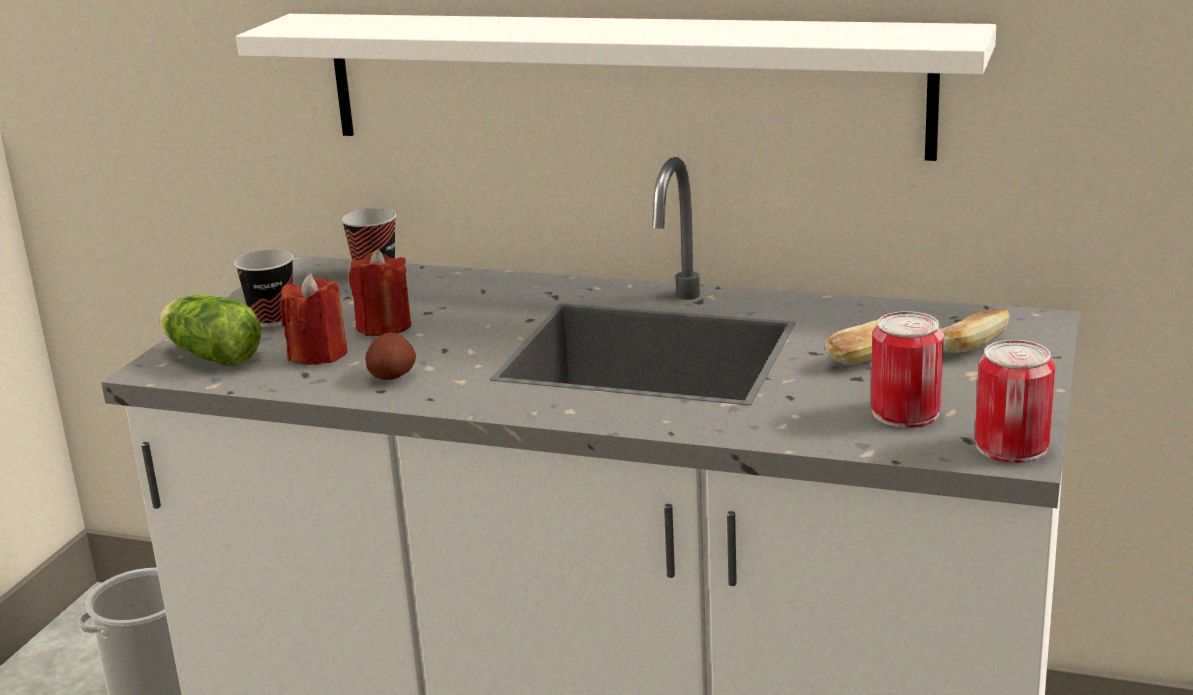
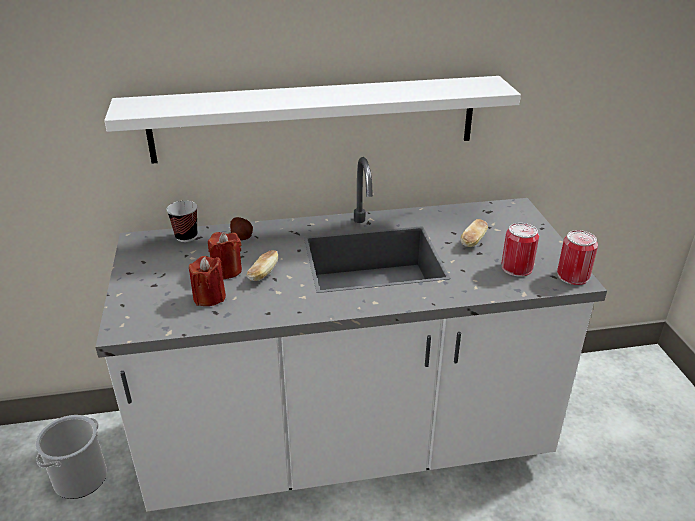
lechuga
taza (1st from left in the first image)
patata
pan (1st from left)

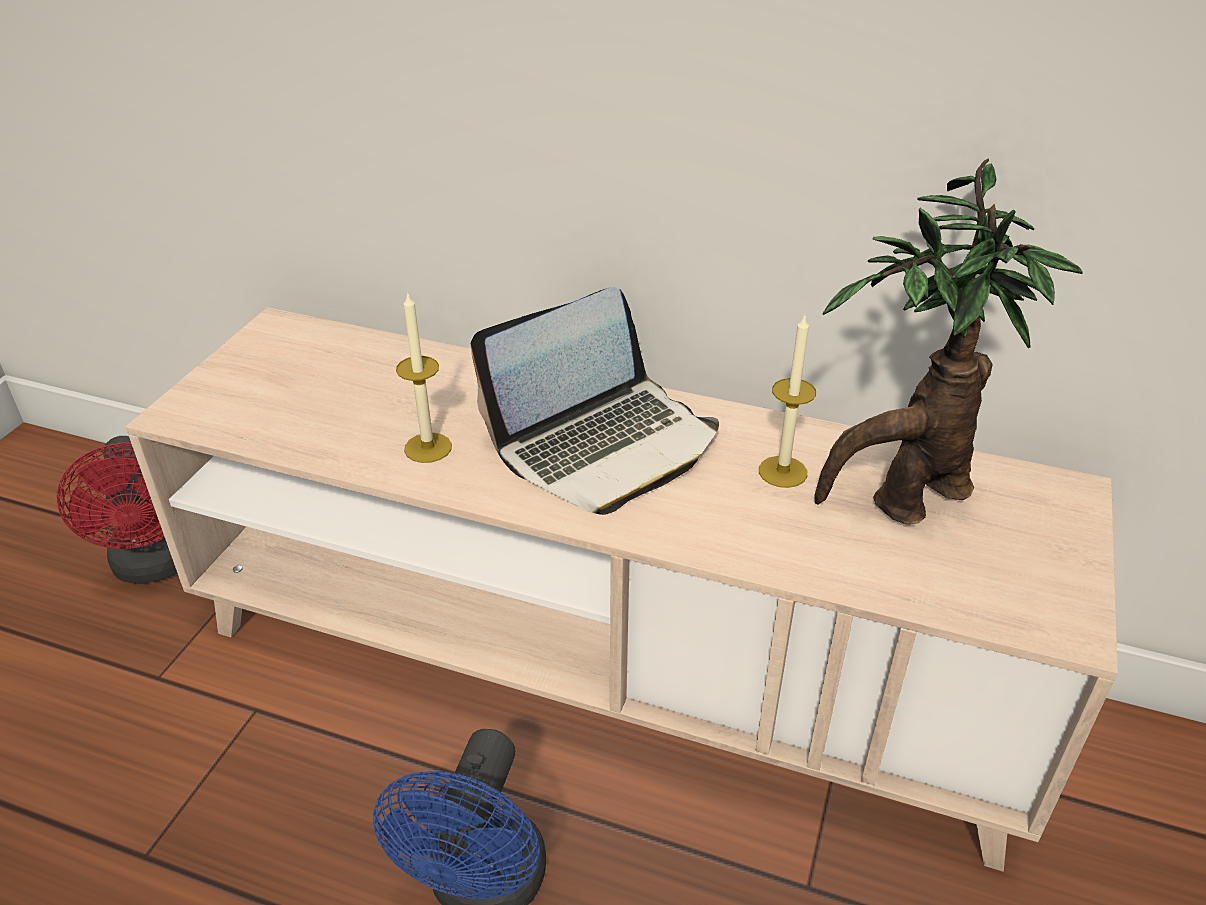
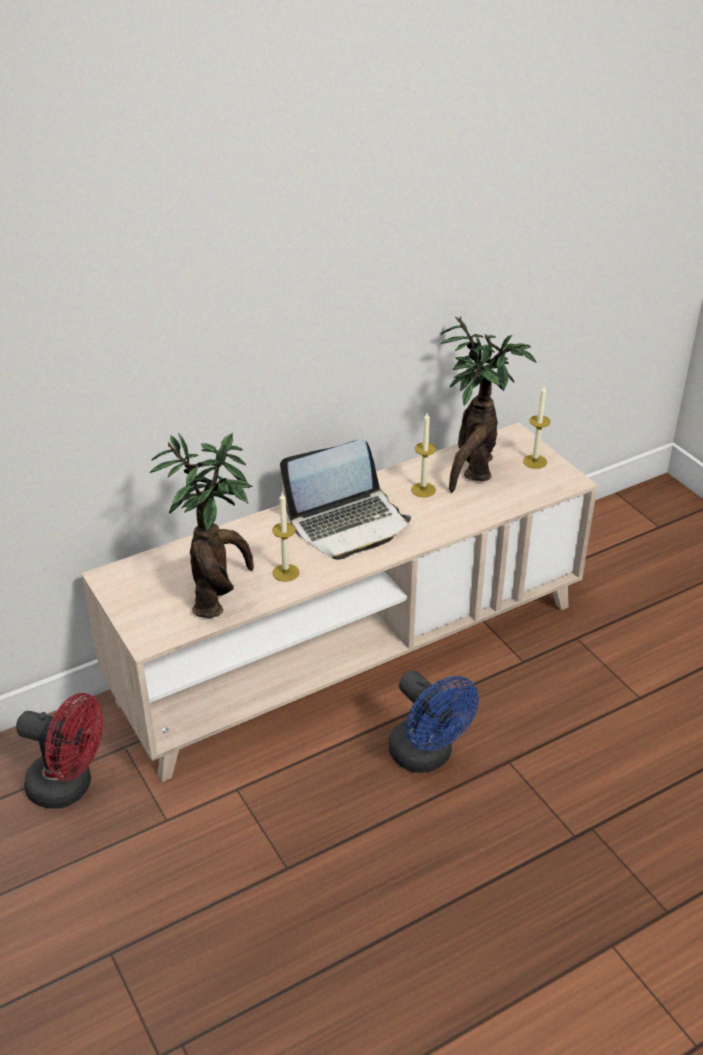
portátil
planta en maceta (1st from left)
vela (3rd from left)

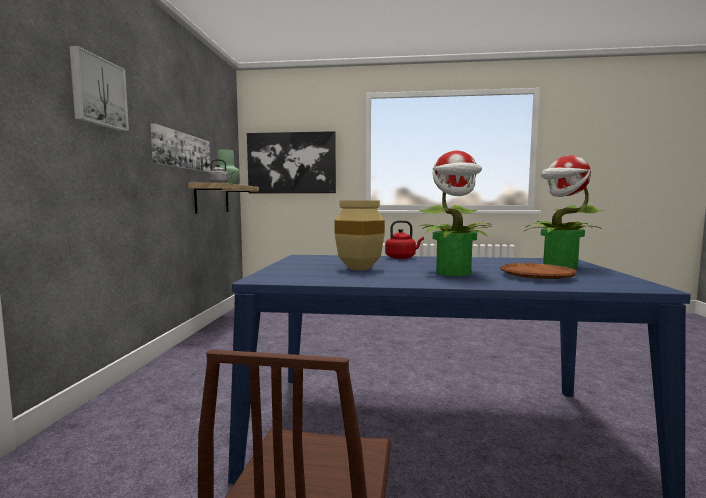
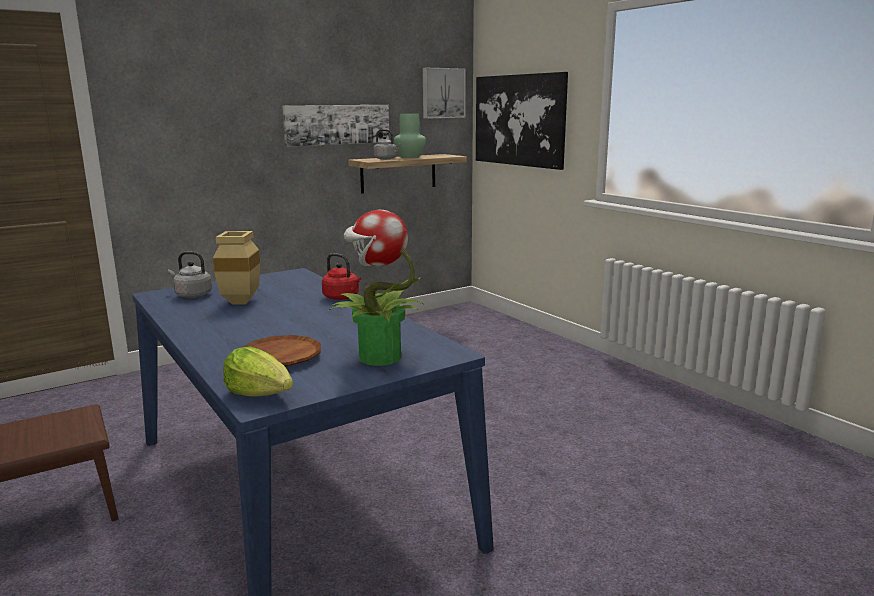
cuadro (2nd from left)
planta en maceta (1st from left in the first image)
hervidor (gris) (1st from left)
lechuga

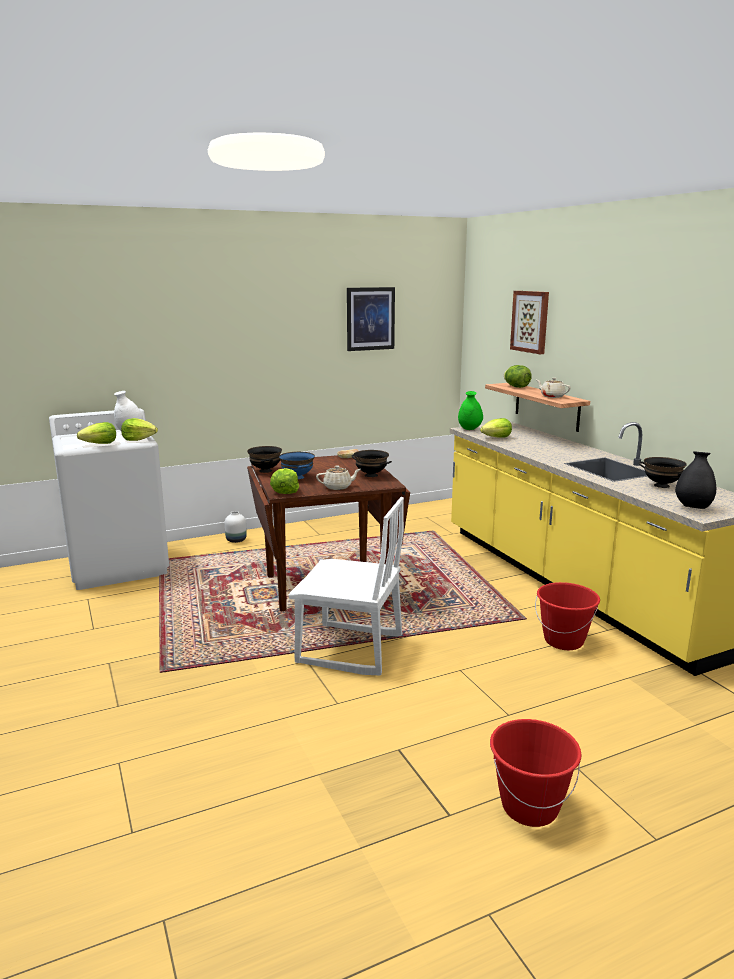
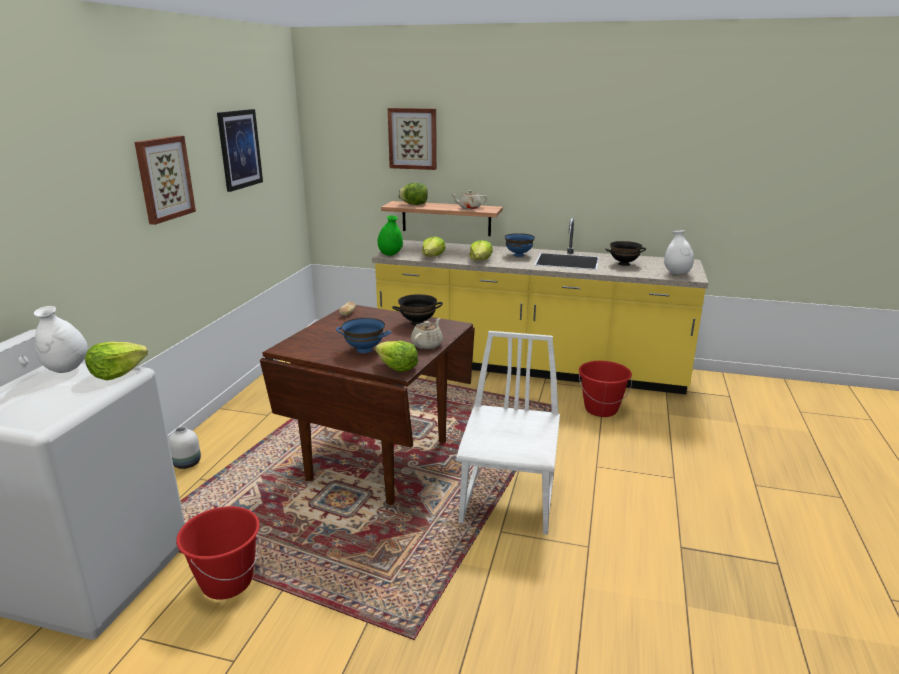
lechuga (5th from left)
cuenco (negro) (1st from left in the first image)
silla (blanco)
cubo (rojo) (1st from left)
florero (blanco) (3rd from left)
cuadro (1st from left)
cuenco (azul) (2nd from left)

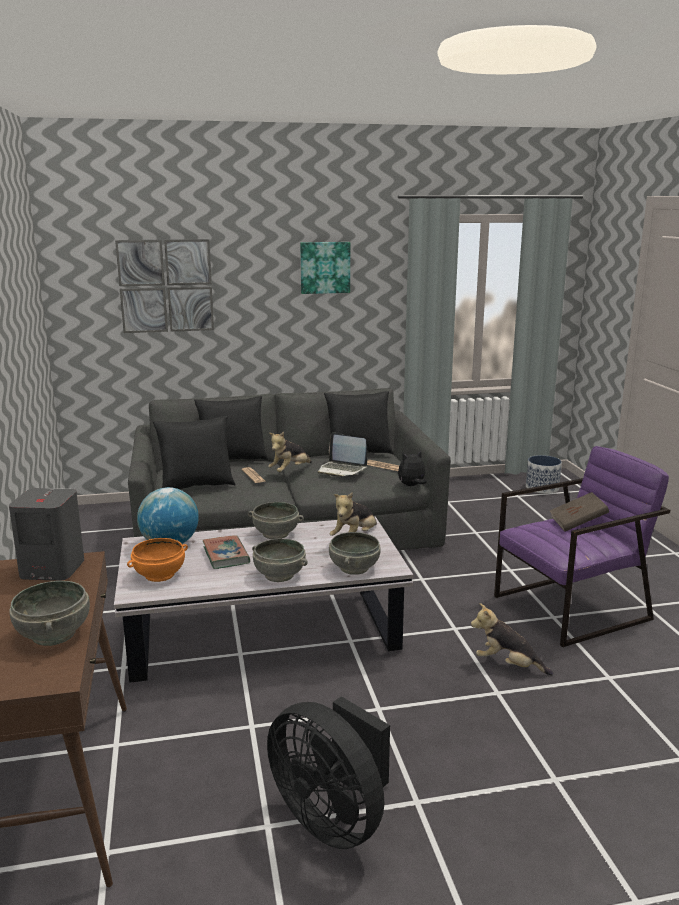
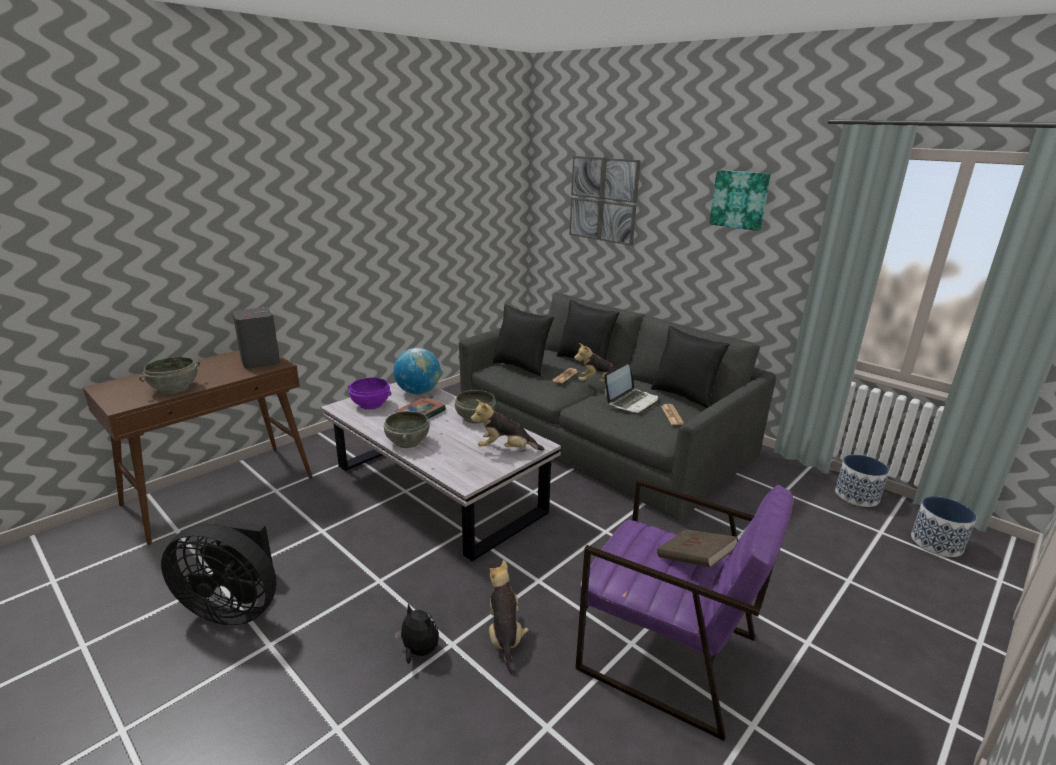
cuenco (morado)
ventilador (negro)
portátil
cuenco (gris) (4th from left in the first image)
peluche (1st from left)
maceta (1st from left)

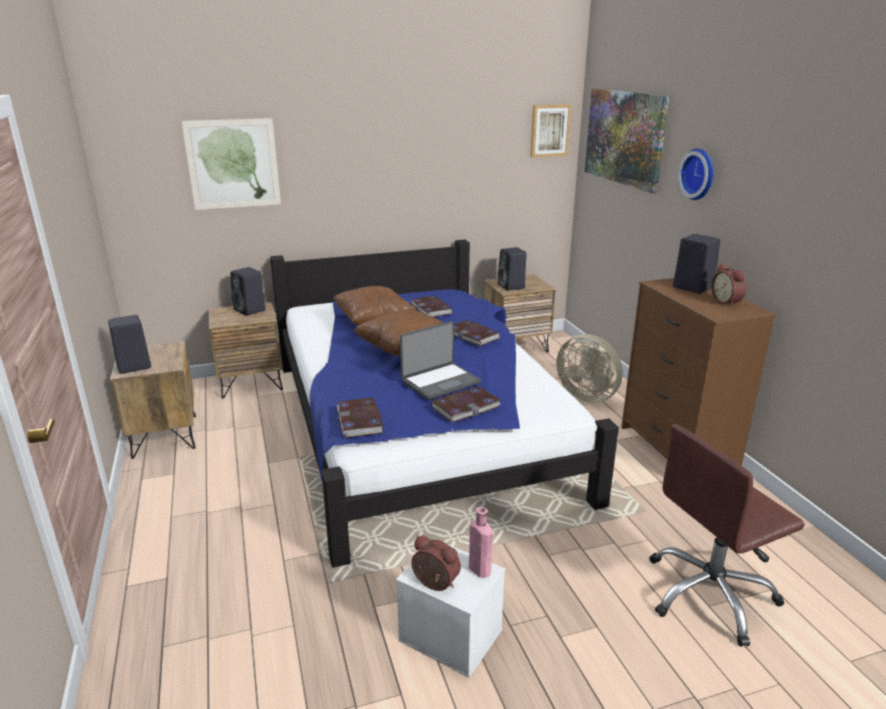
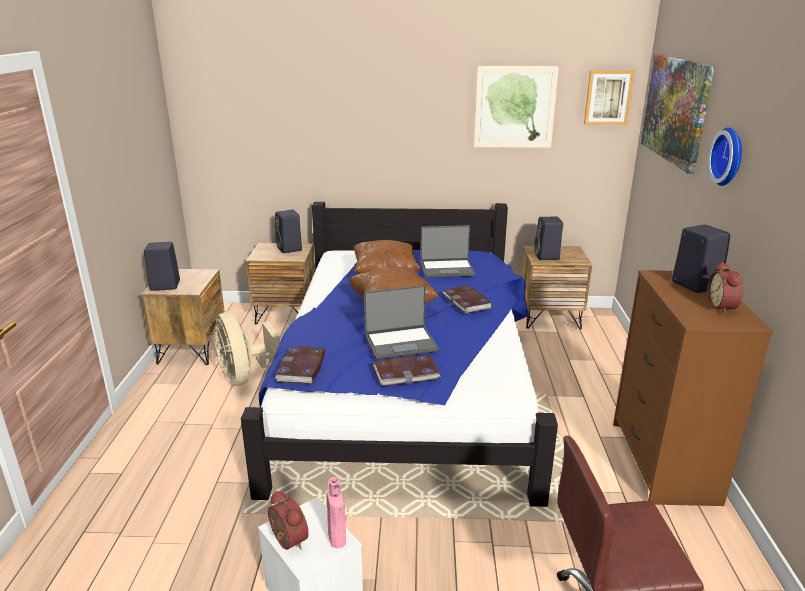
cuadro (1st from left)
portátil (2nd from left)
ventilador (beis)

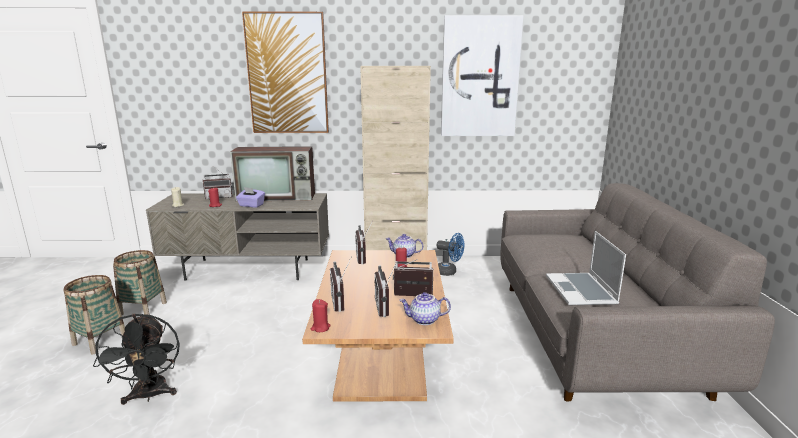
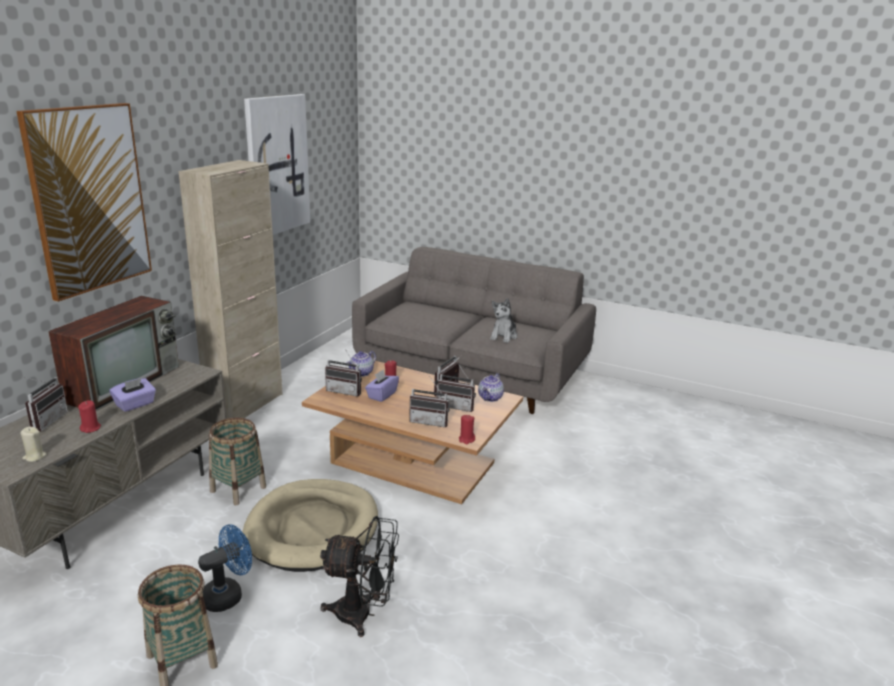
cesta (2nd from left)
ventilador (azul)
peluche
cama para perro (beis)
caja de pañuelos (morado) (2nd from left)

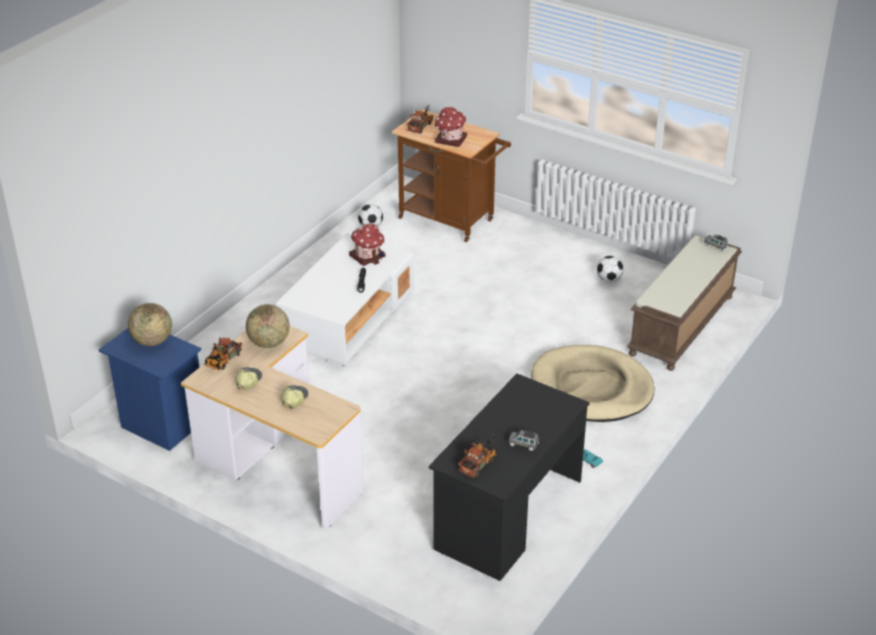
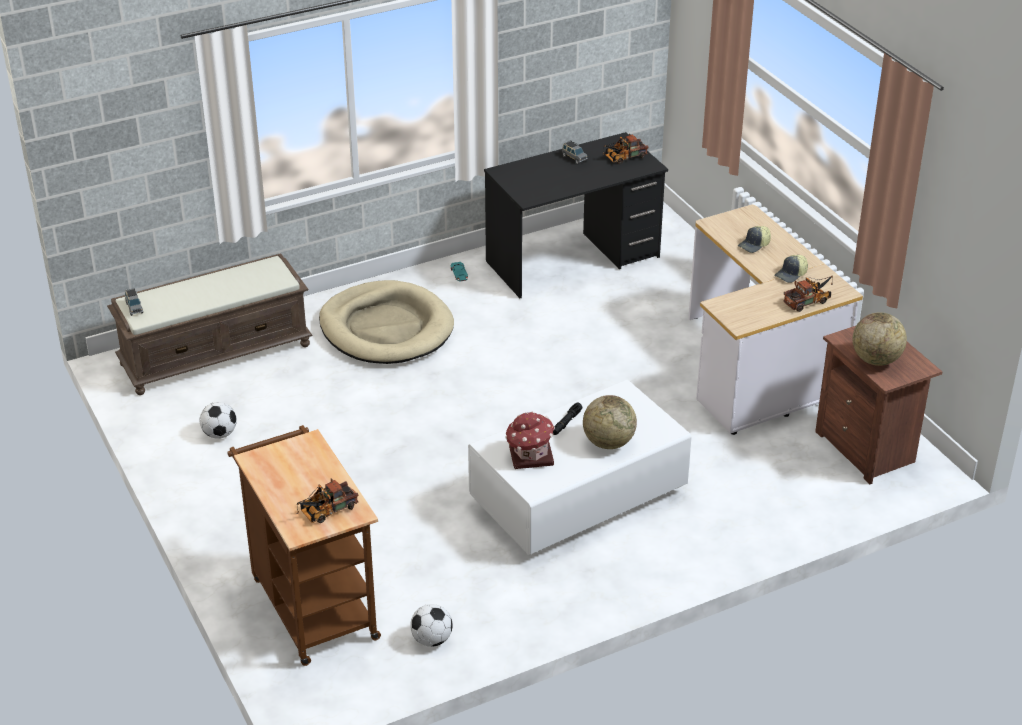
mesita de noche (marrón)
globo terráqueo (1st from left)
casita (2nd from left in the first image)

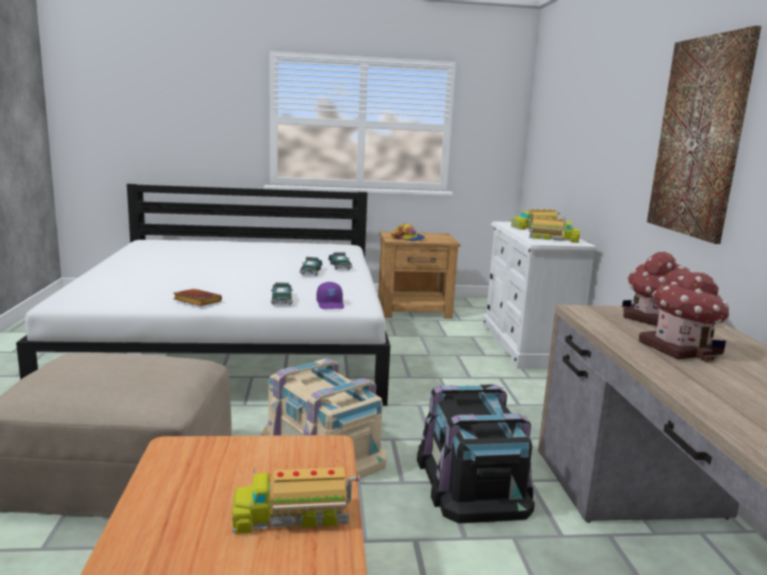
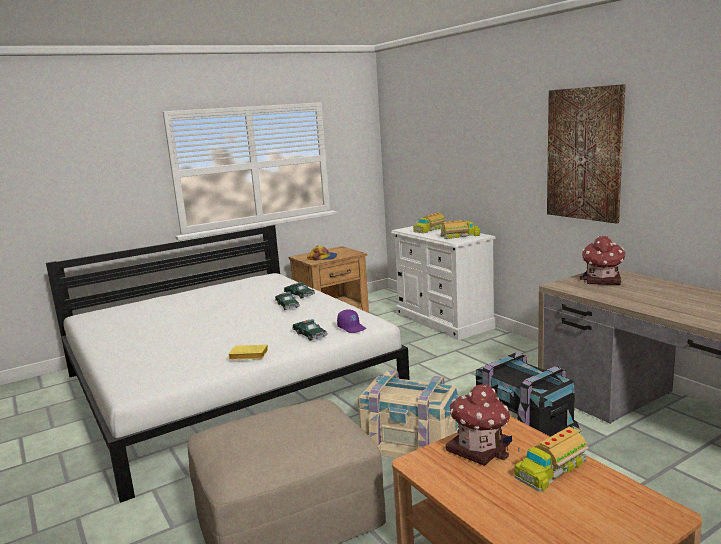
libro (amarillo)
casita (1st from left)

